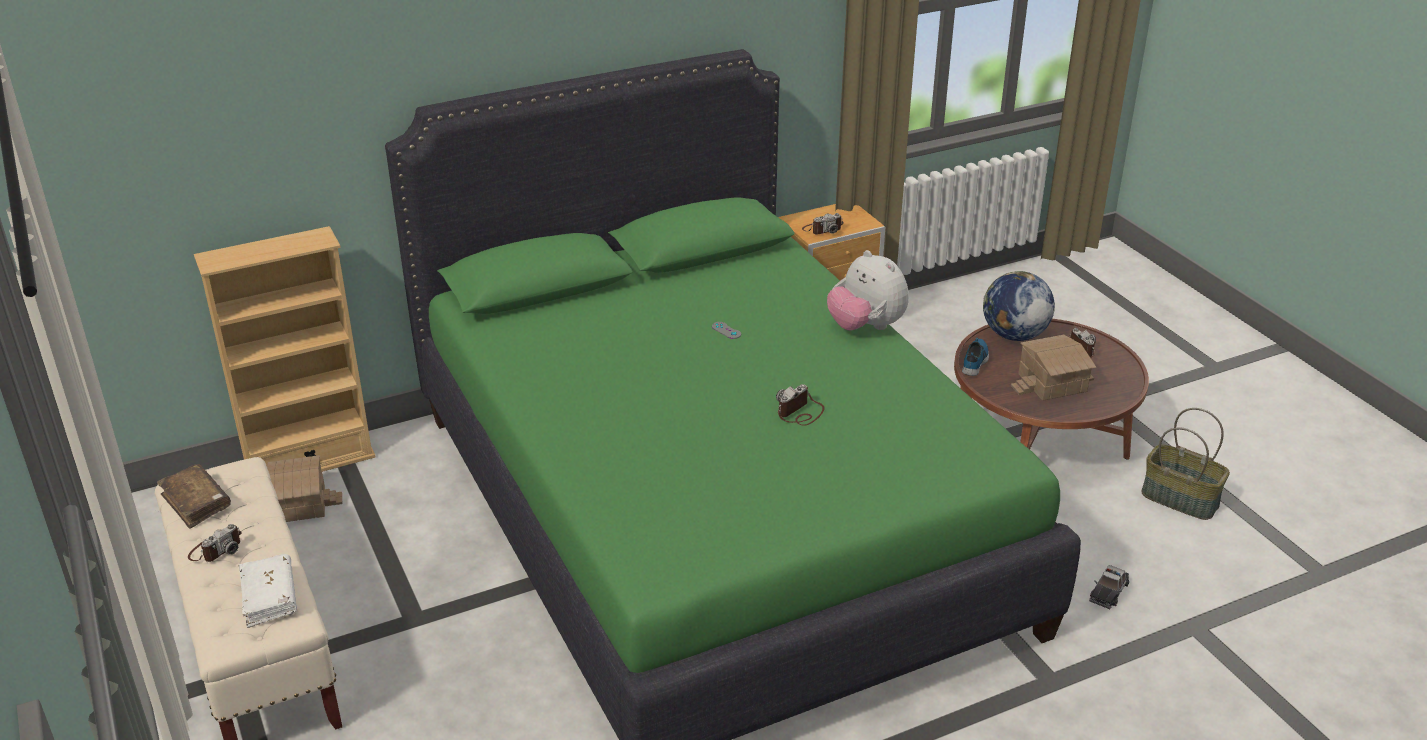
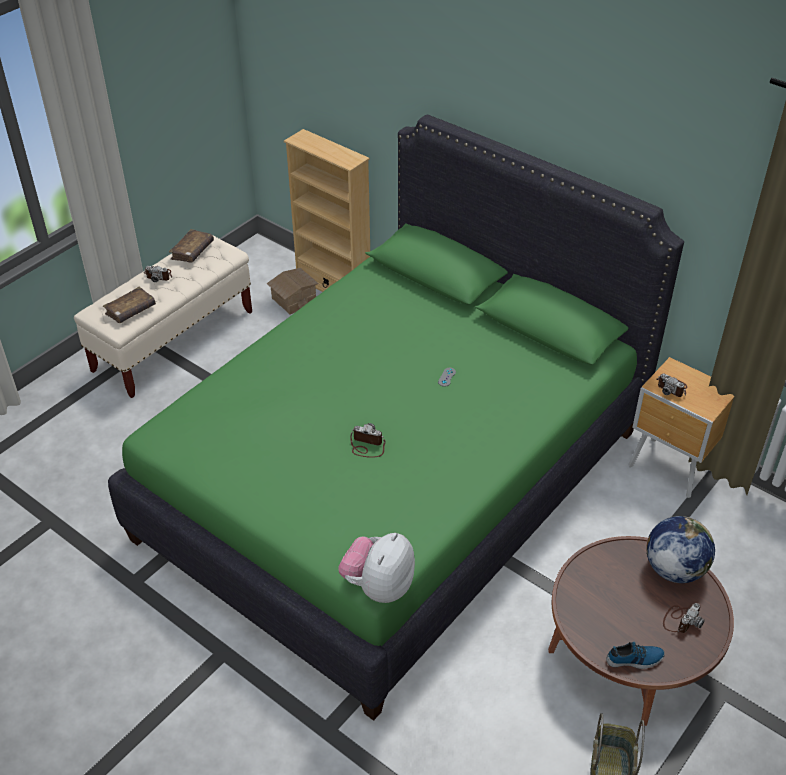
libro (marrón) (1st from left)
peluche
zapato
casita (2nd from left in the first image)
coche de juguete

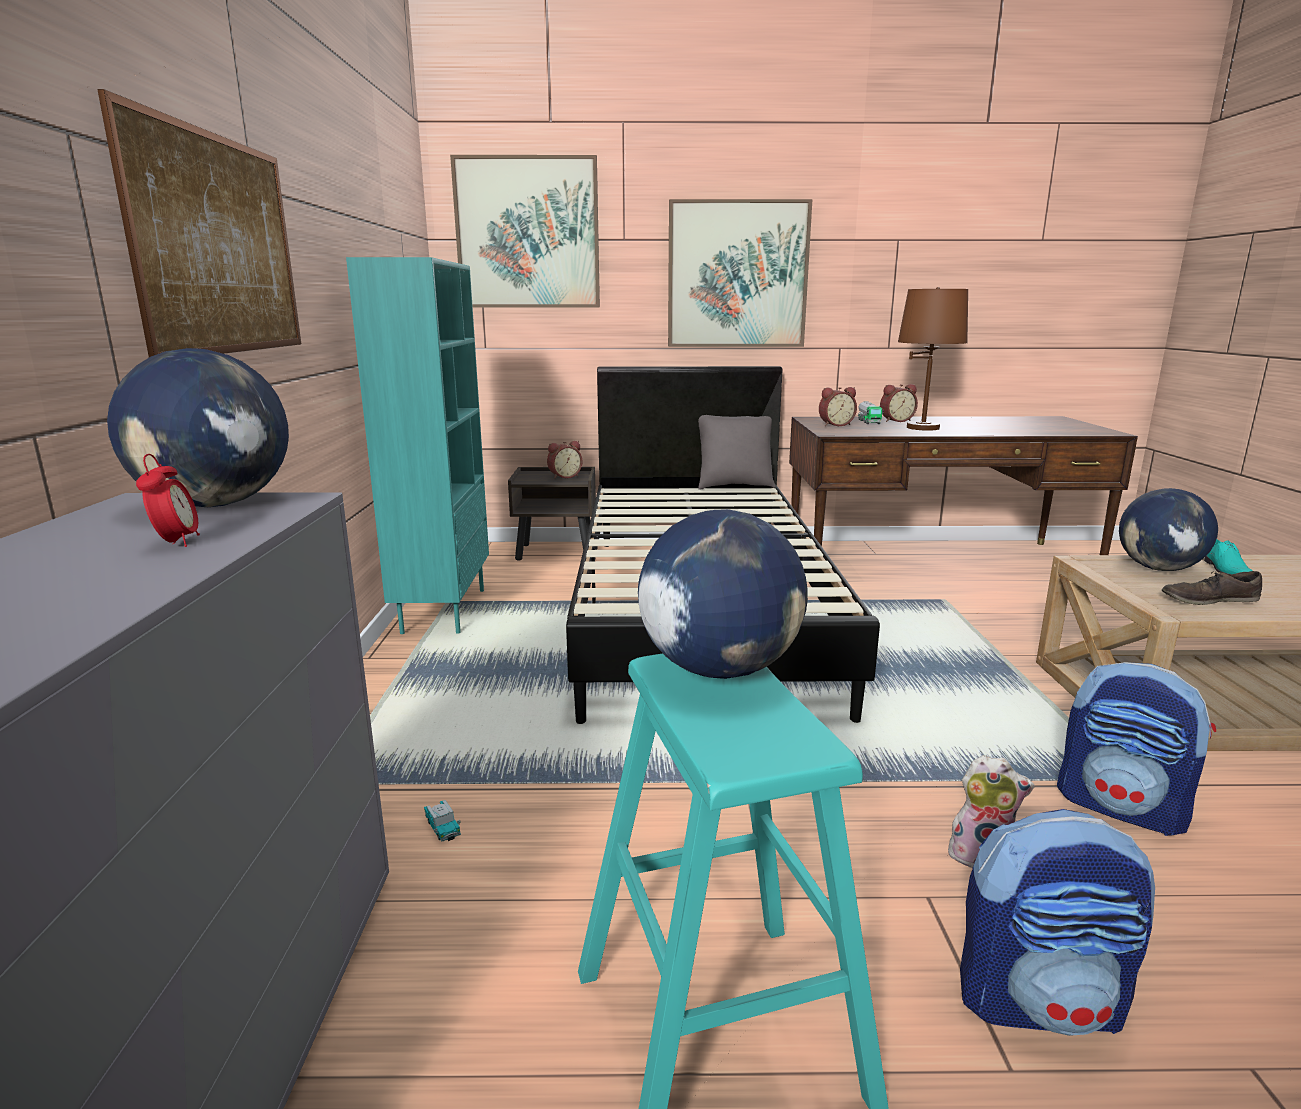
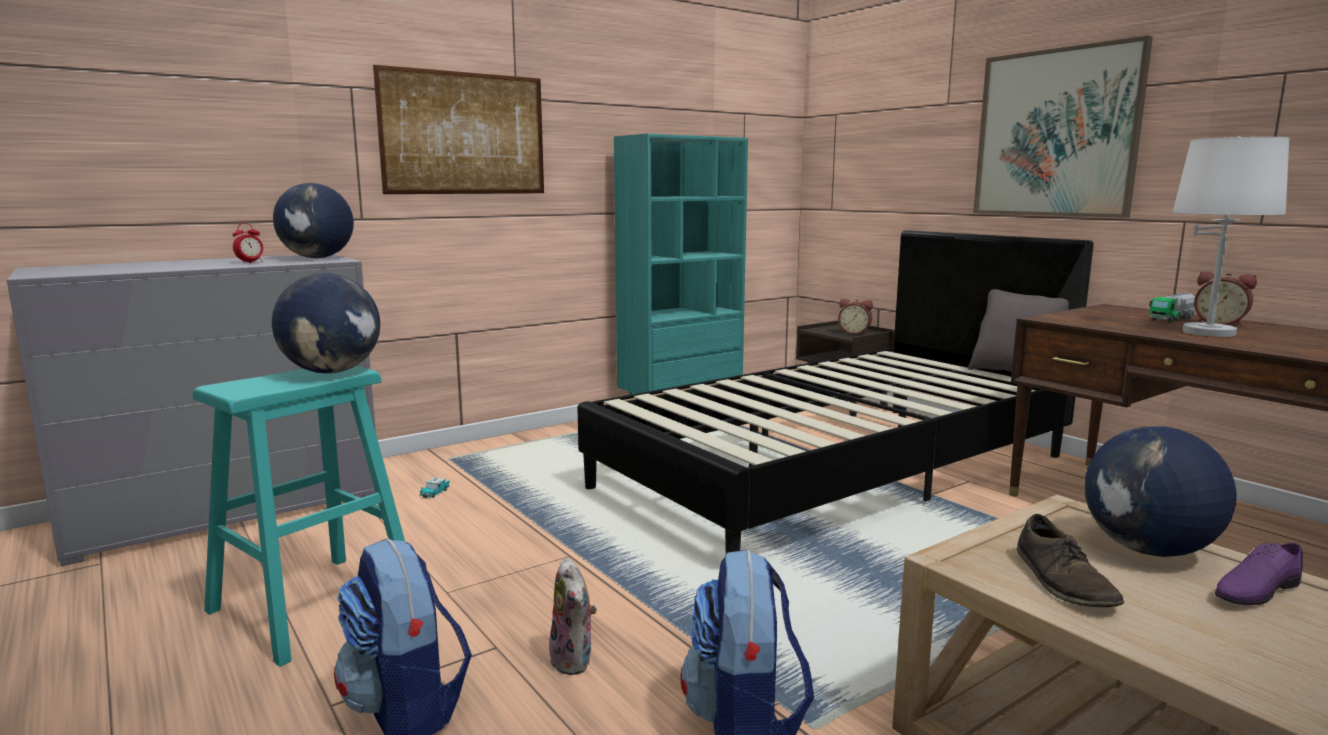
cuadro (2nd from left in the first image)
despertador (3rd from left in the first image)
lámpara de mesa (blanco)
zapato (marrón)
zapato (morado)

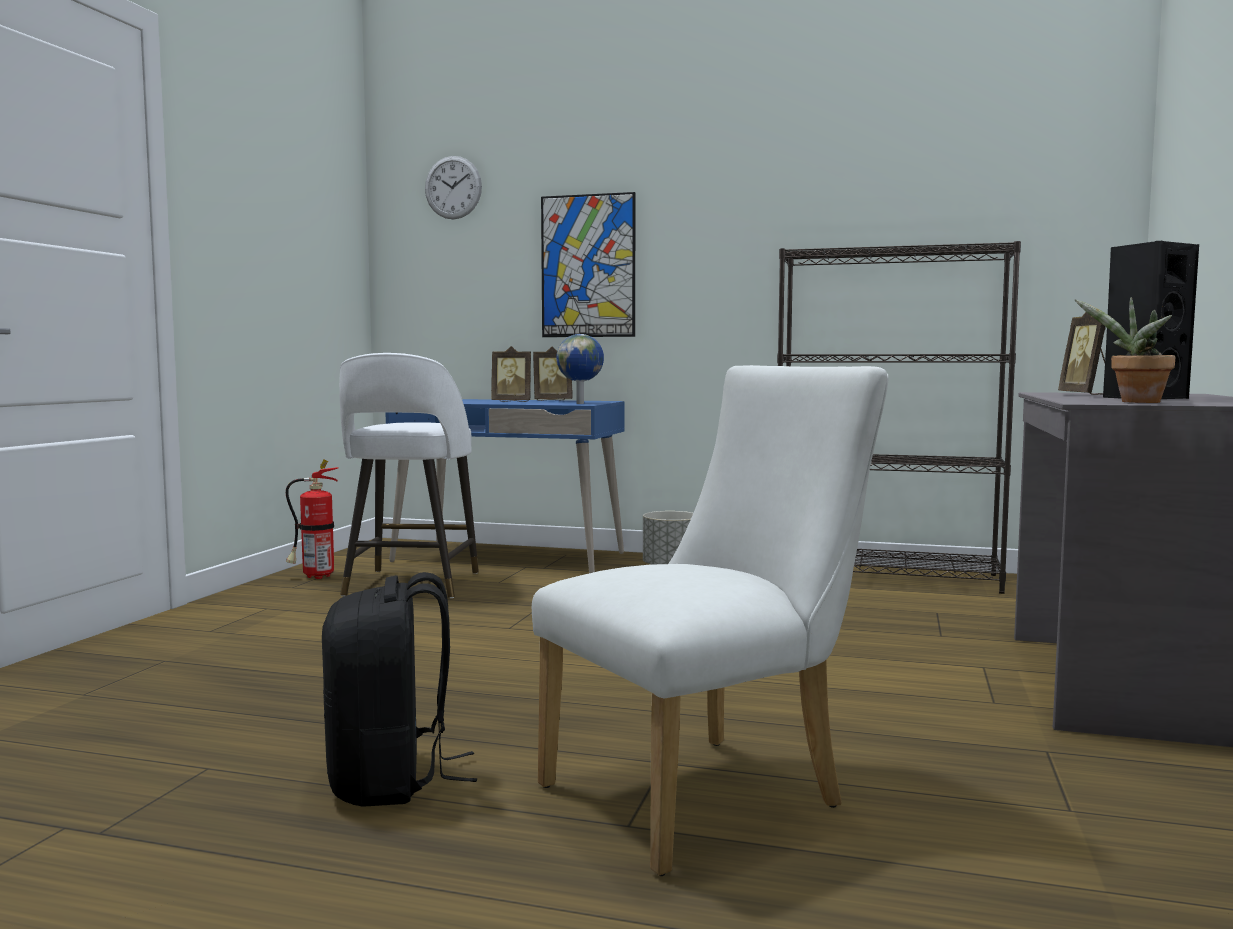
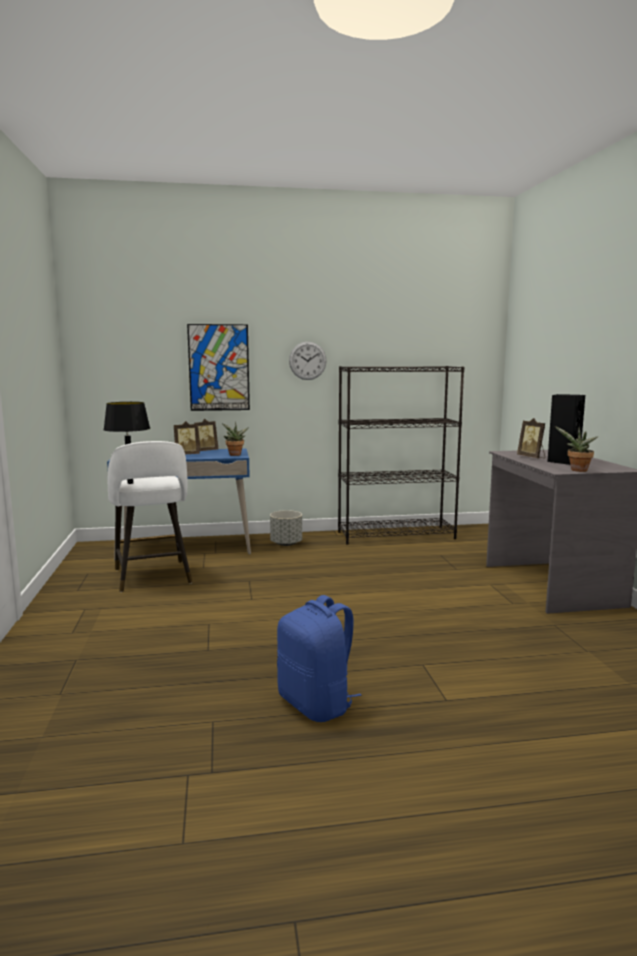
extintor
mochila (azul)
reloj de pared
silla (blanco)
planta en maceta (1st from left)
lámpara de mesa (negro)

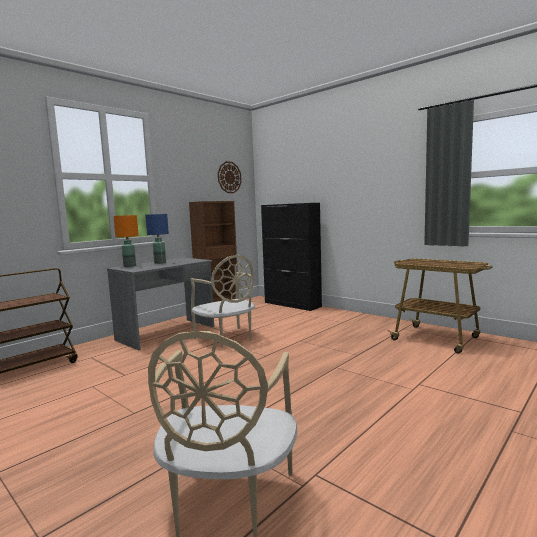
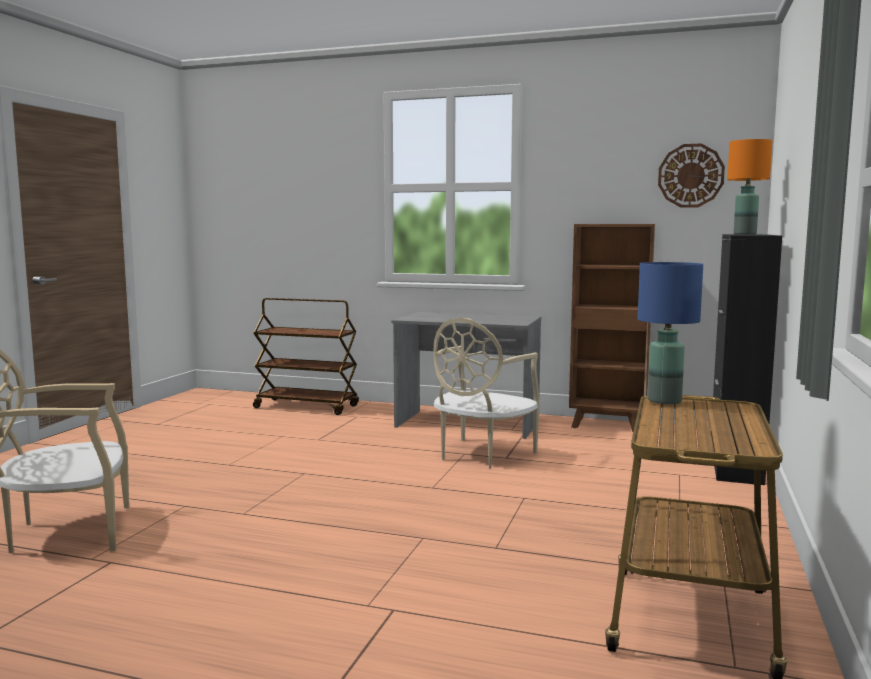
lámpara de mesa (naranja)
lámpara de mesa (azul)

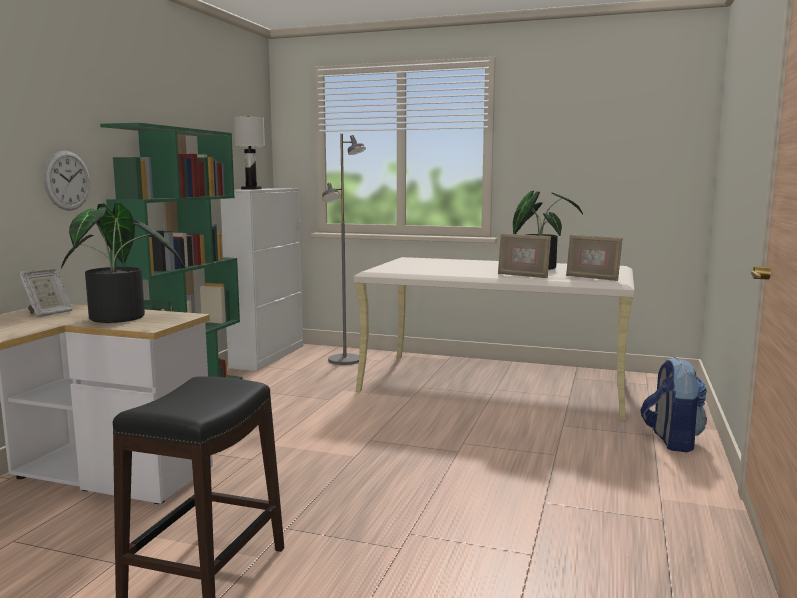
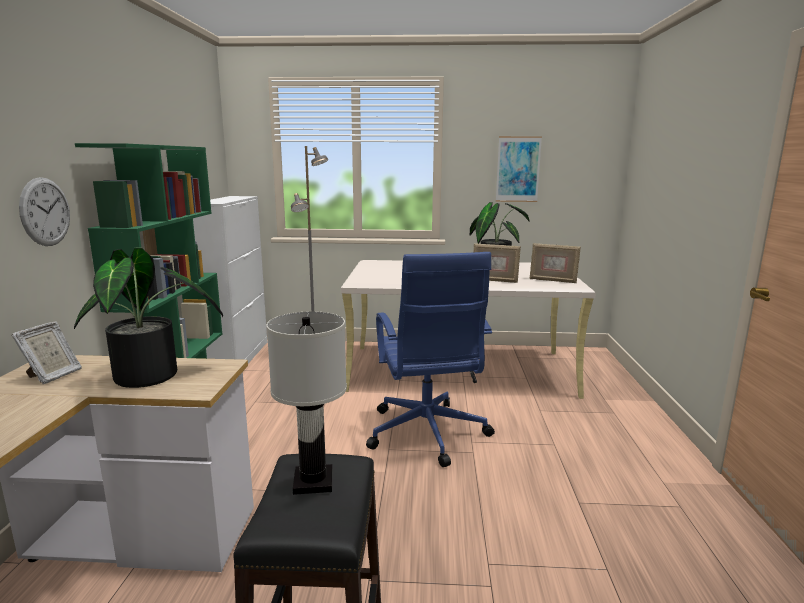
lámpara de mesa (blanco)
mochila
silla de oficina (azul)
cuadro

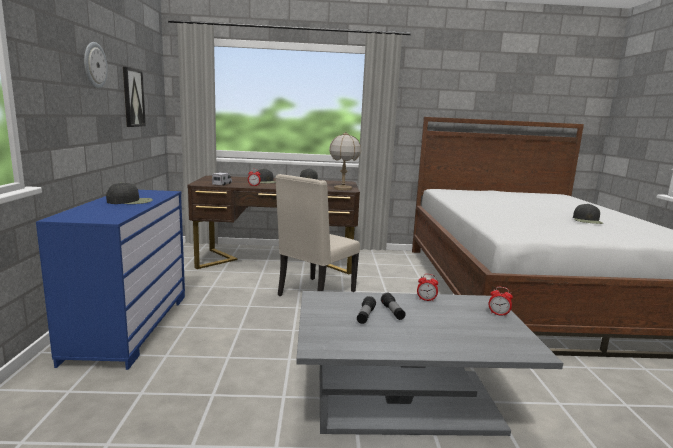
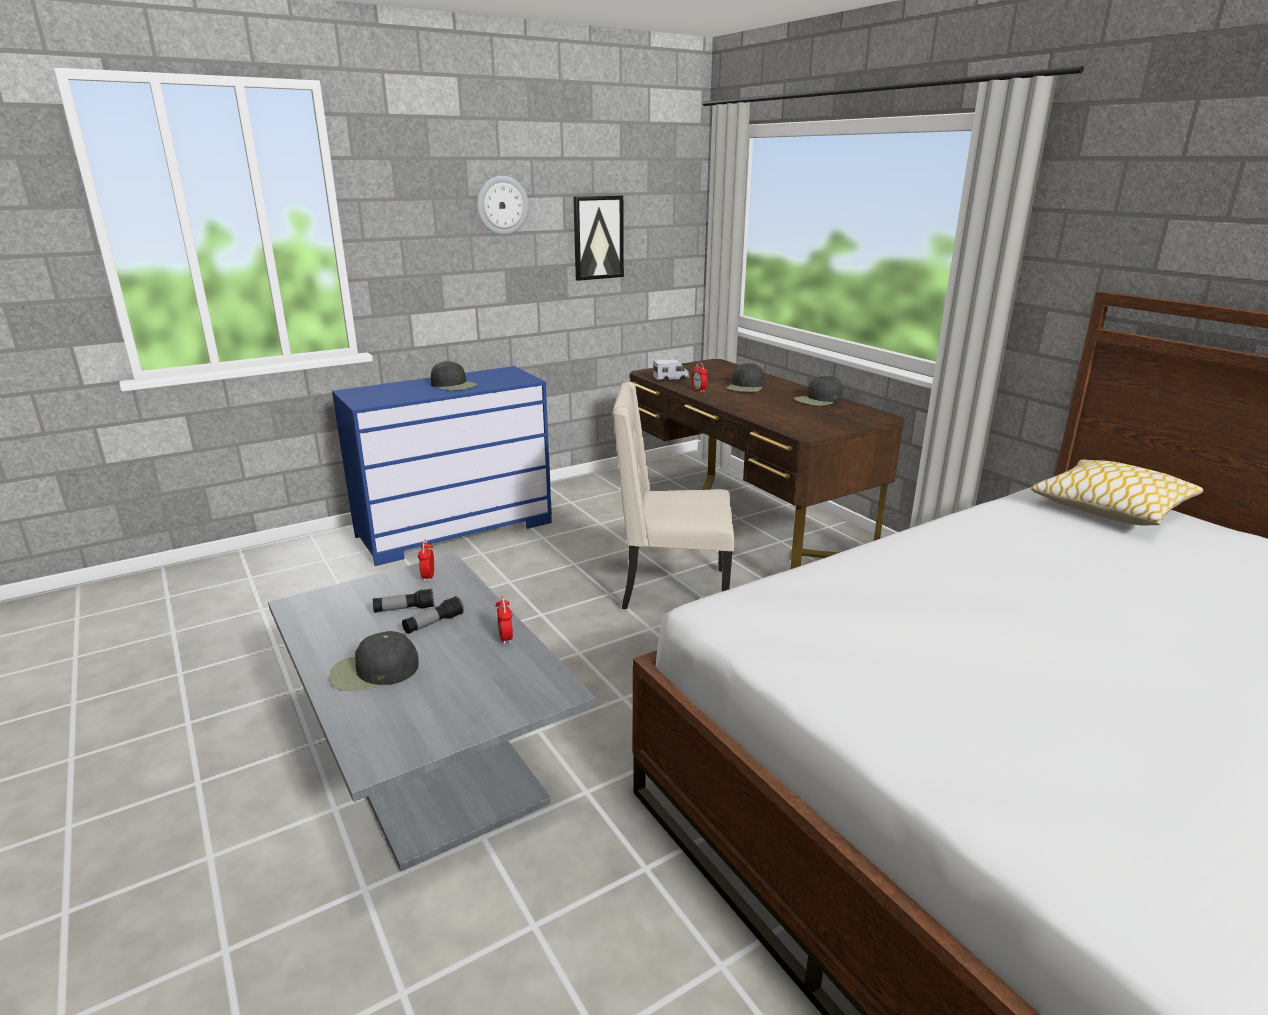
lámpara de mesa
despertador (1st from left)
gorra (negro) (1st from left)
cojín

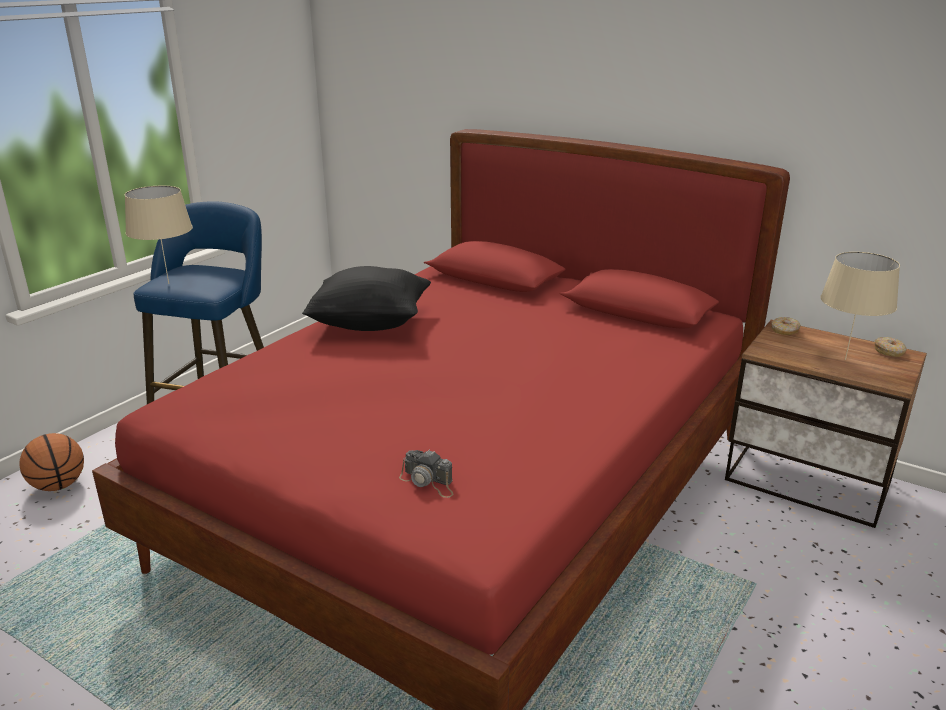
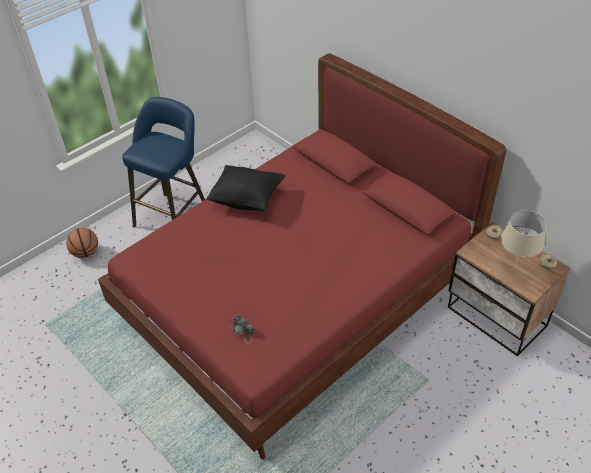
lámpara de mesa (beis) (1st from left in the first image)

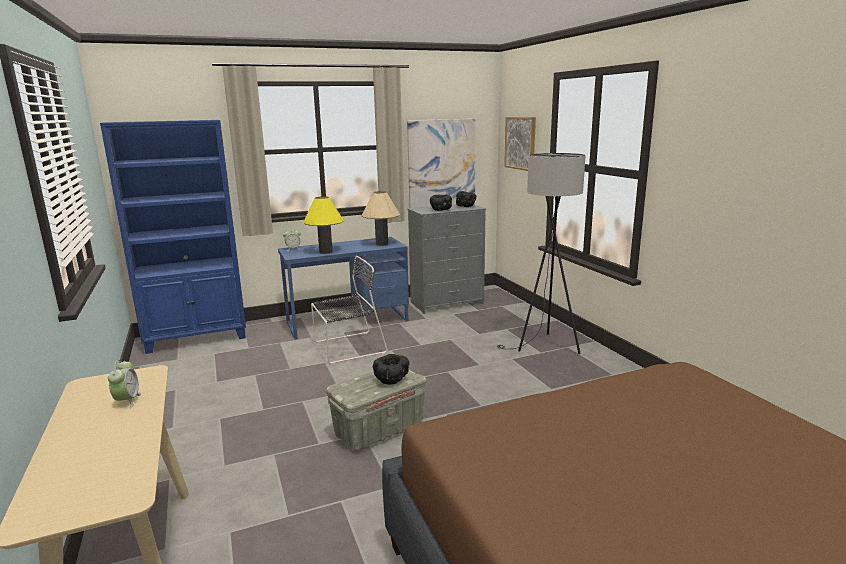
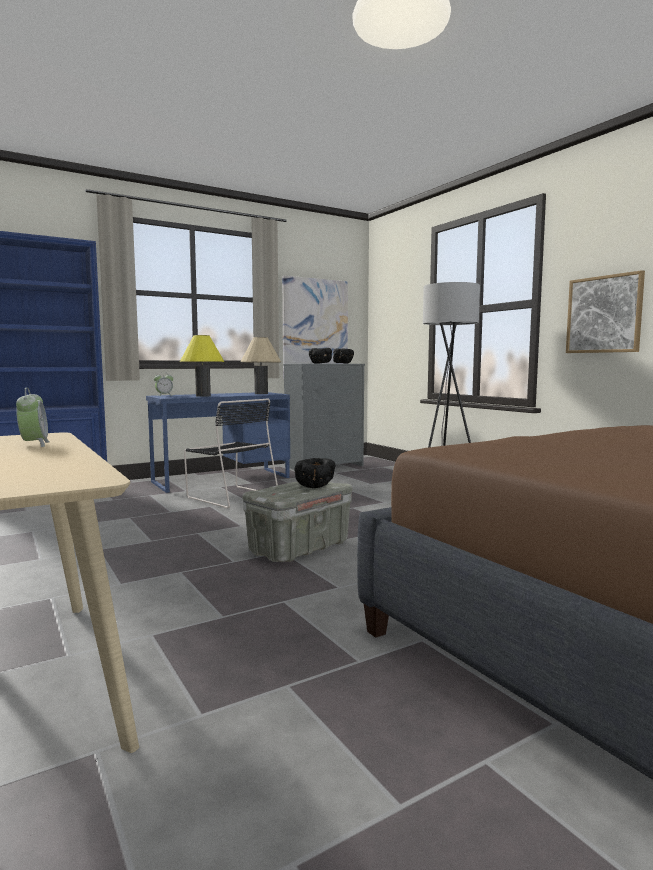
silla (negro)
cuadro (2nd from left)

